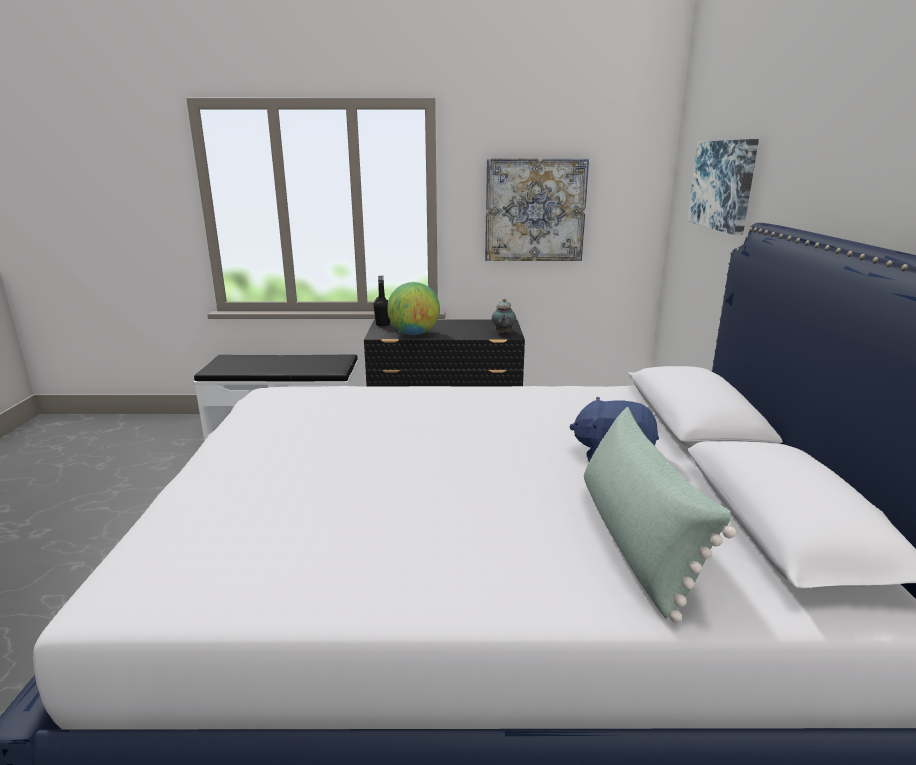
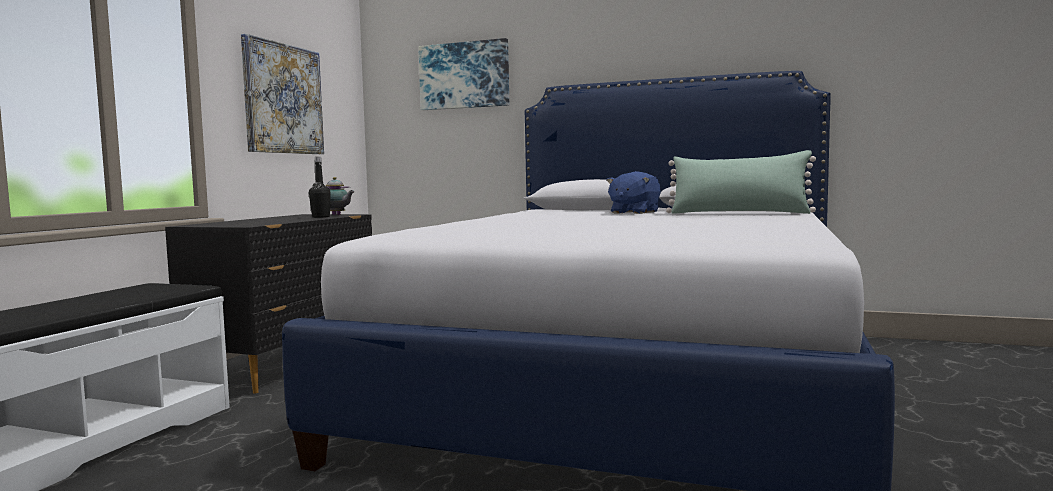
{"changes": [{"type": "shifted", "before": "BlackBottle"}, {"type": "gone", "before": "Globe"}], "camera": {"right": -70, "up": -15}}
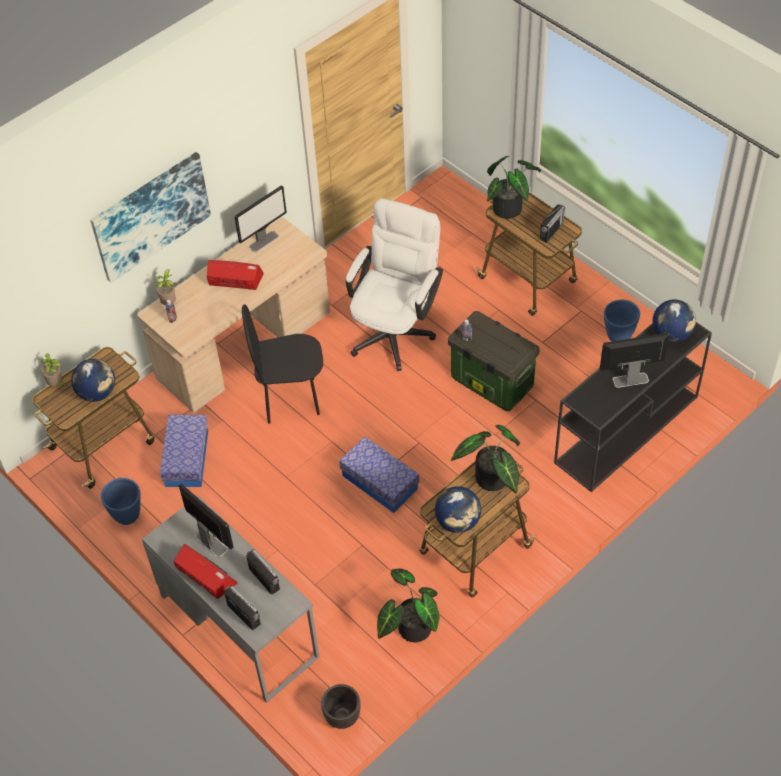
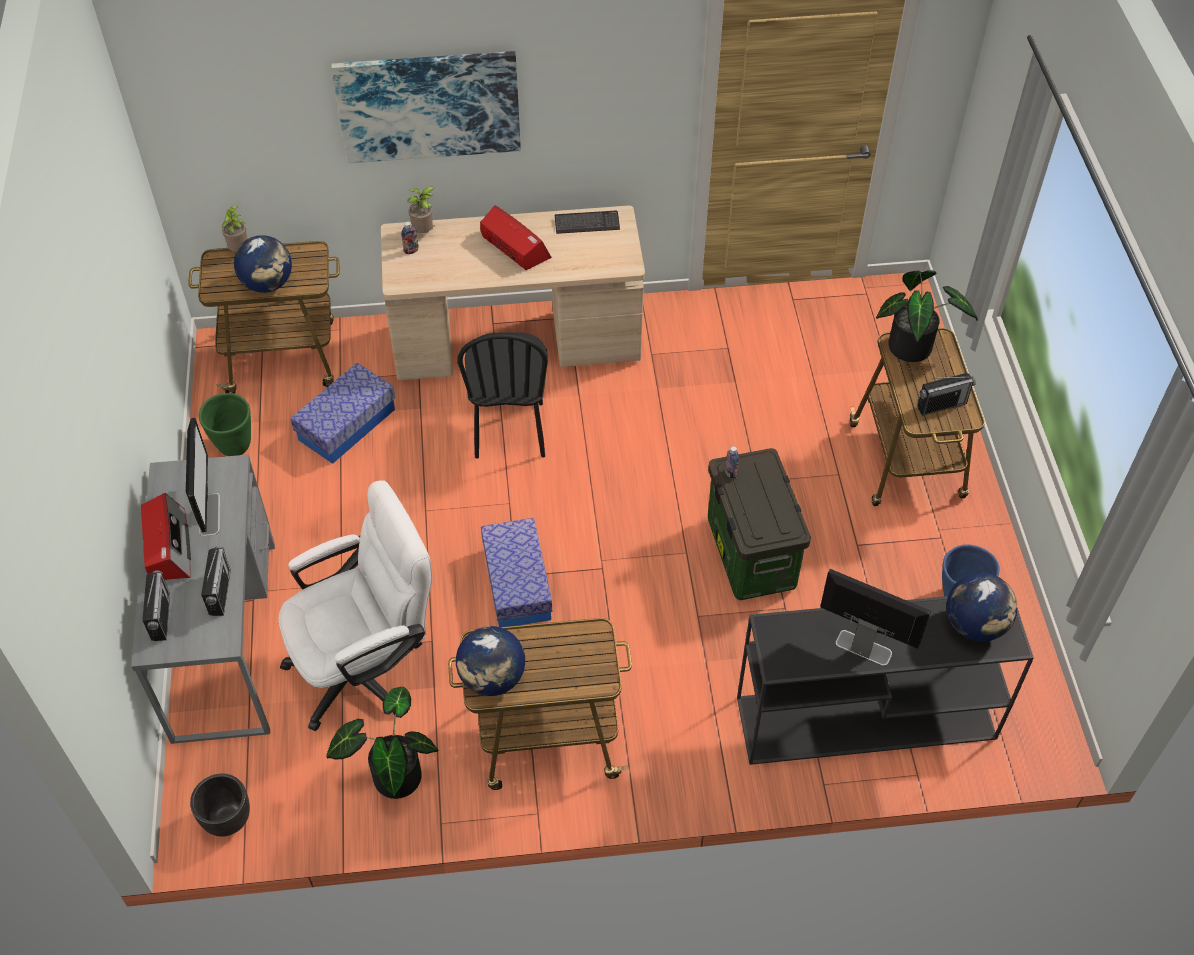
{"changes": [{"type": "repainted", "before": "BluePlanter (no. 1 from left)", "after": "GreenPlanter"}, {"type": "shifted", "before": "WhiteOfficeChair"}, {"type": "rotated", "before": "BlackChair", "turn": -120}, {"type": "swapped", "before": "Monitor (no. 2 from left)", "after": "Keyboard"}, {"type": "gone", "before": "PottedPlant (no. 4 from left)"}], "camera": {"right": 35, "up": 0}}
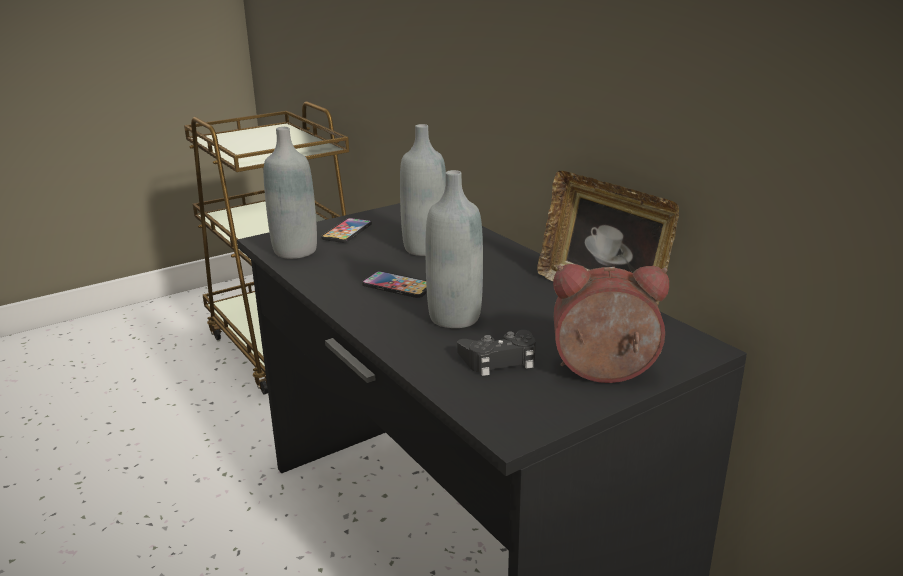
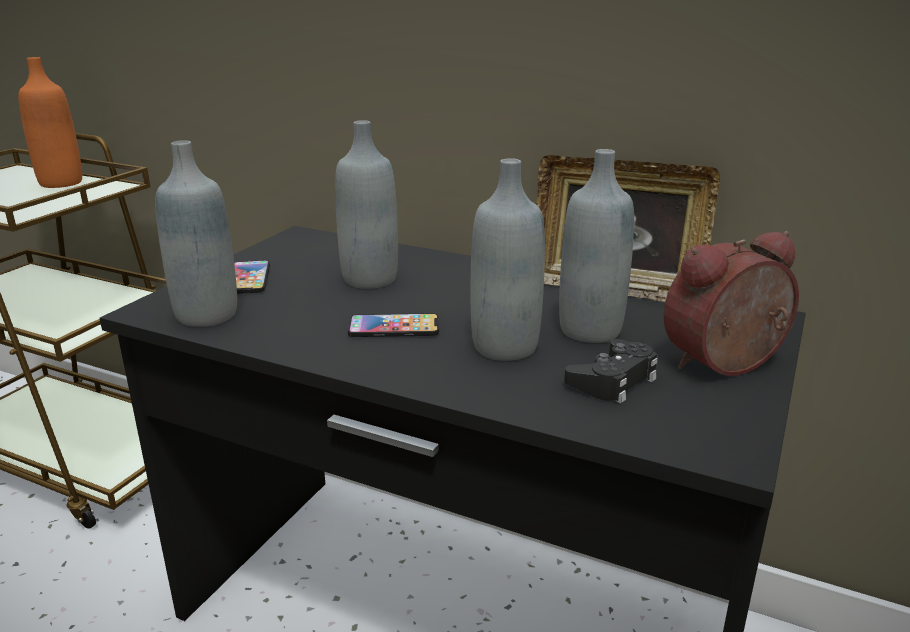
{"changes": [{"type": "new", "after": "OrangeBottle"}, {"type": "new", "after": "GreyBottle (no. 4 from left)"}], "camera": {"right": -30, "up": 0}}
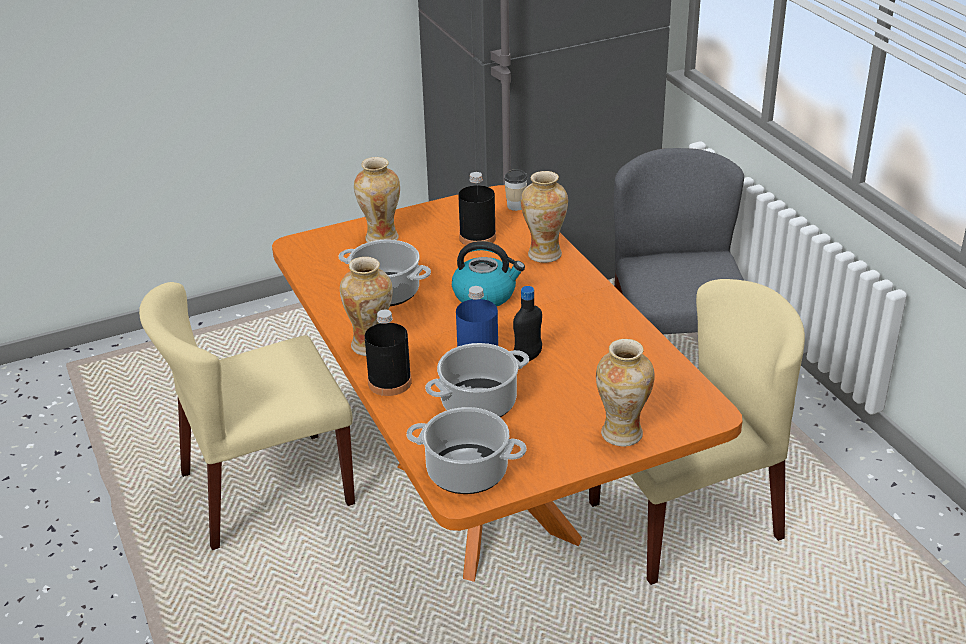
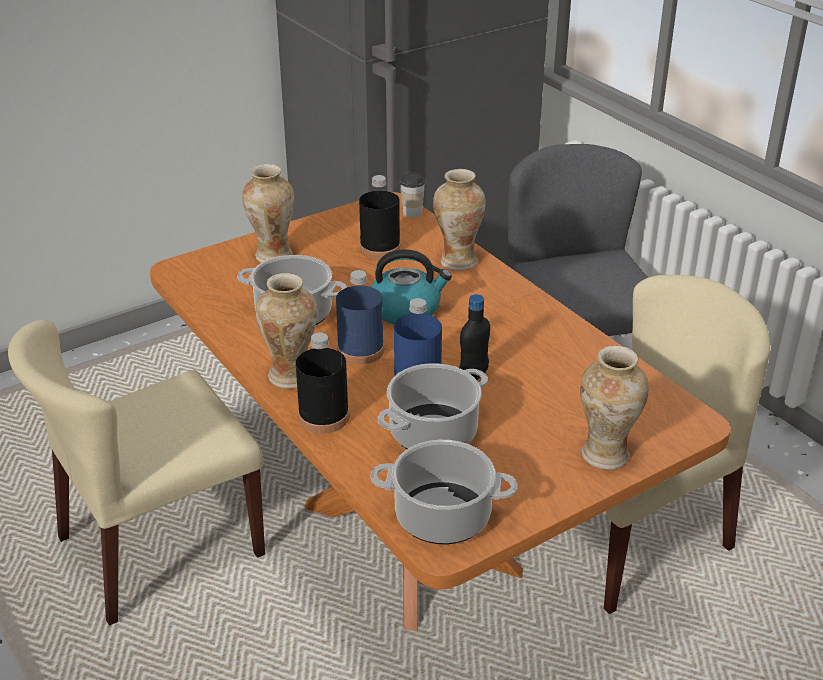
{"changes": [{"type": "new", "after": "BlueBottle (no. 1 from left)"}], "camera": {"right": -10, "up": 0}}
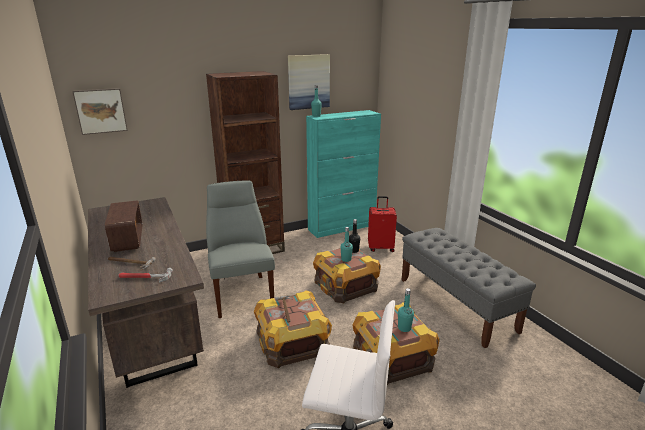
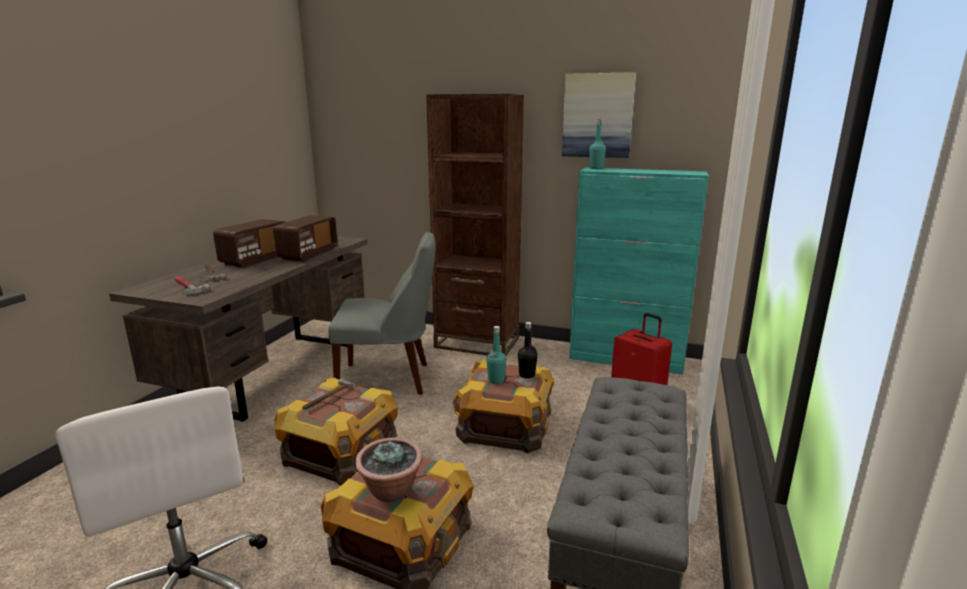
{"changes": [{"type": "new", "after": "Radio (no. 2 from left)"}, {"type": "rotated", "before": "GreyChair", "turn": 60}, {"type": "swapped", "before": "TurquoiseBottle (no. 3 from left)", "after": "PottedPlant"}, {"type": "gone", "before": "Picture (no. 1 from left)"}], "camera": {"right": 45, "up": -5}}
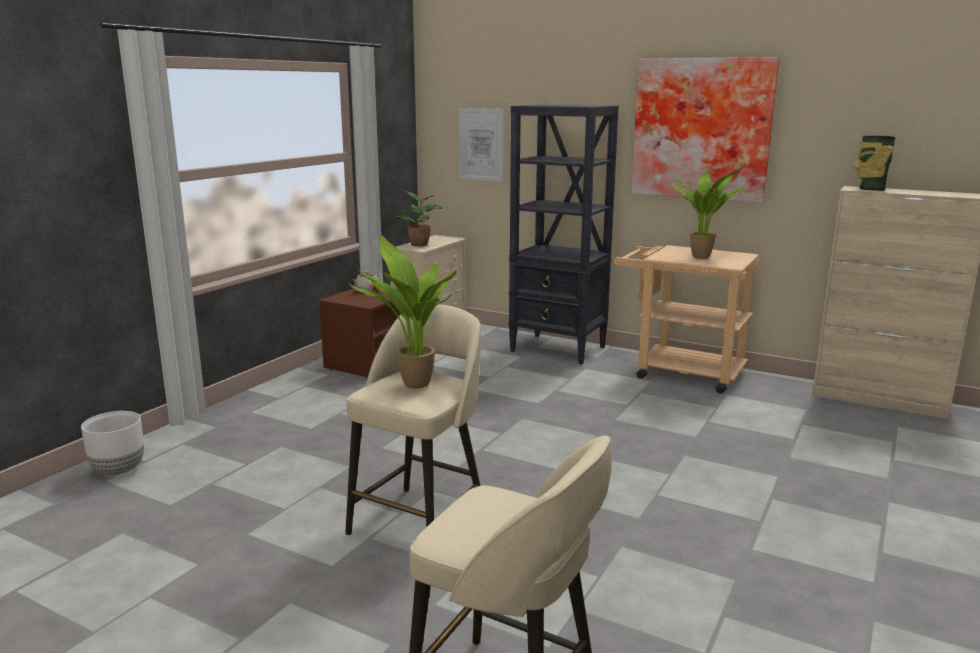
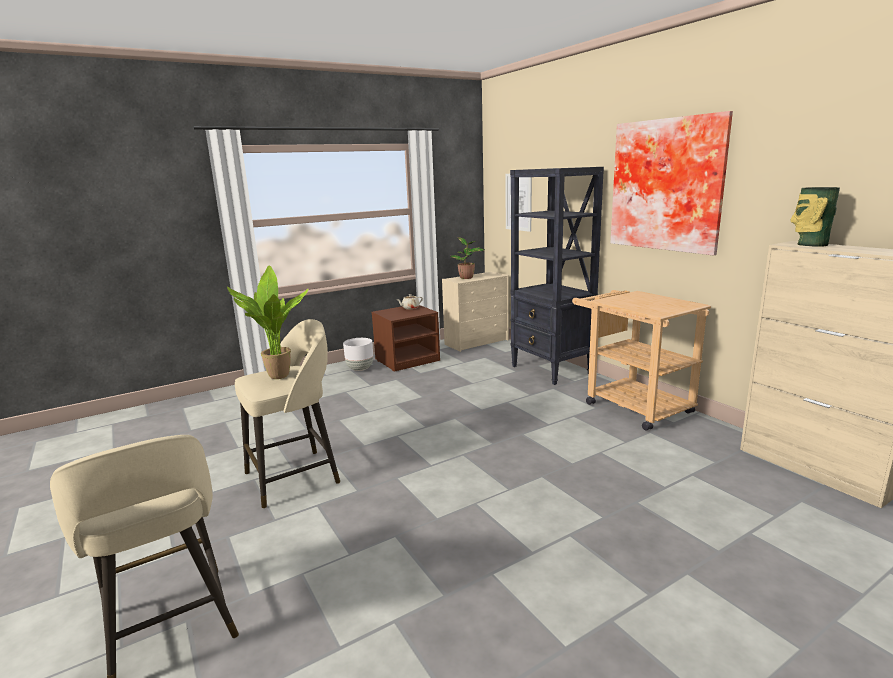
{"changes": [{"type": "shifted", "before": "WhitePlanter"}, {"type": "gone", "before": "PottedPlant (no. 3 from left)"}], "camera": {"right": 30, "up": 0}}
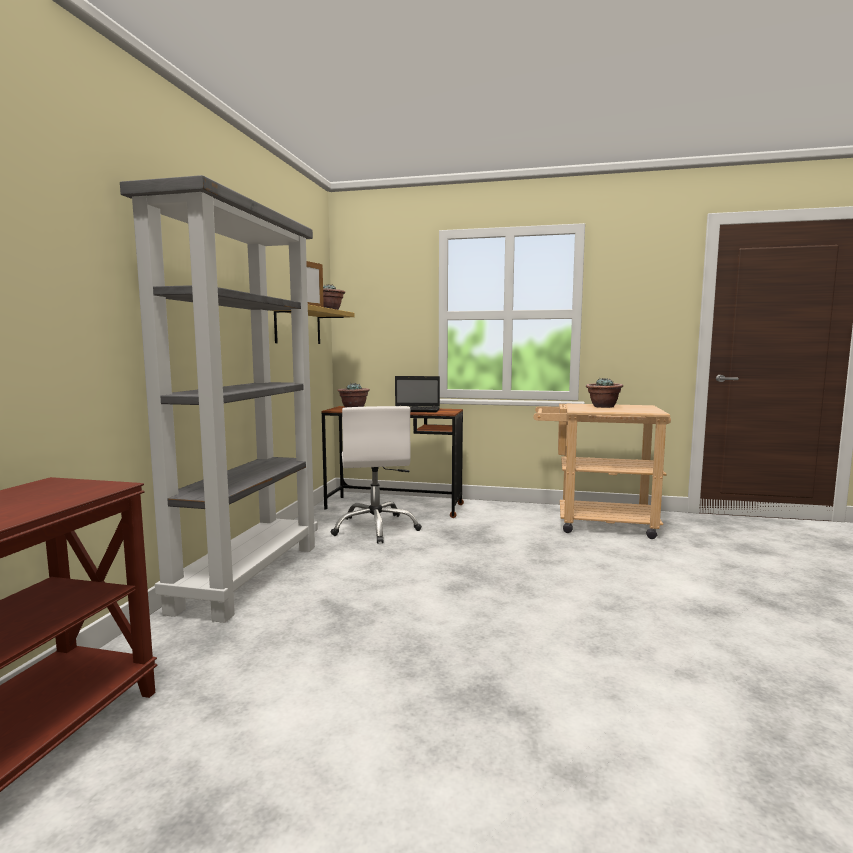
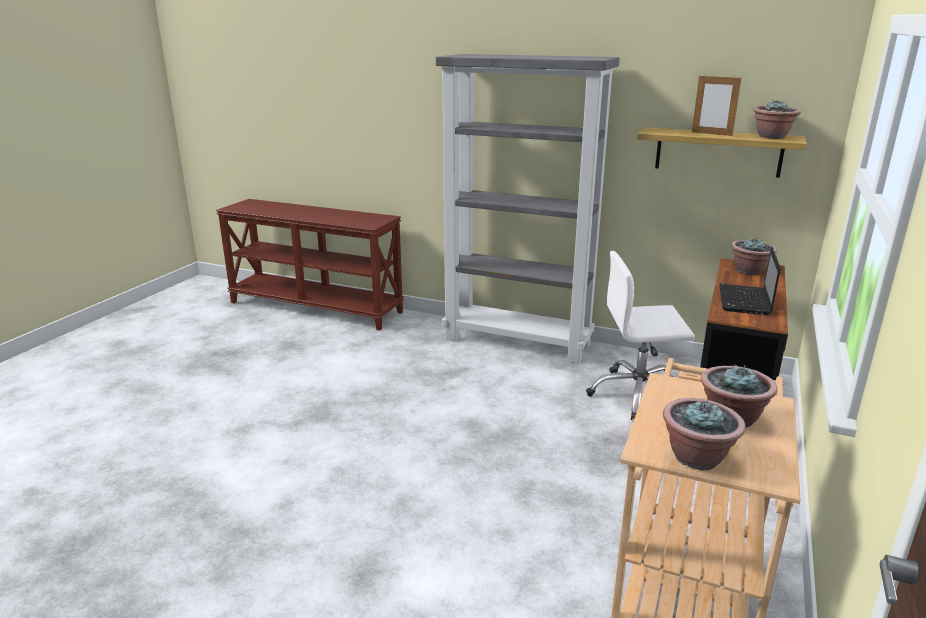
{"changes": [{"type": "new", "after": "PottedPlant (no. 1 from left)"}], "camera": {"right": 100, "up": 15}}
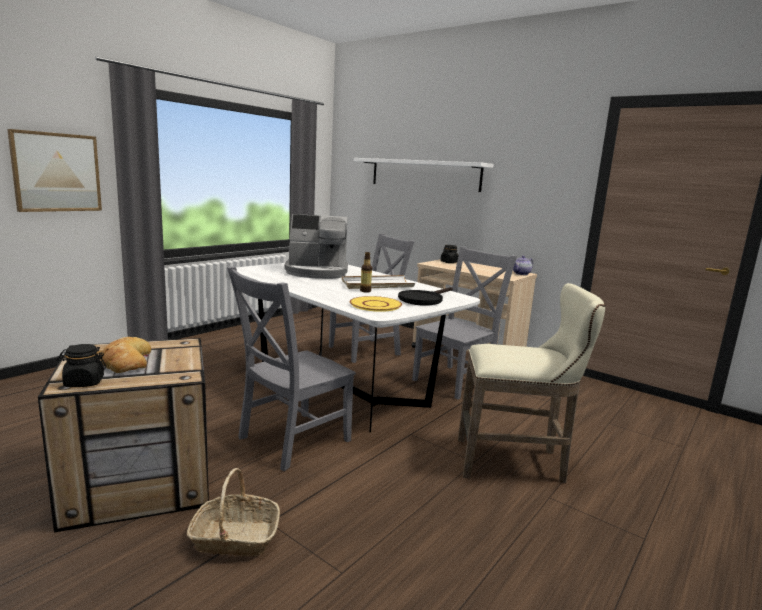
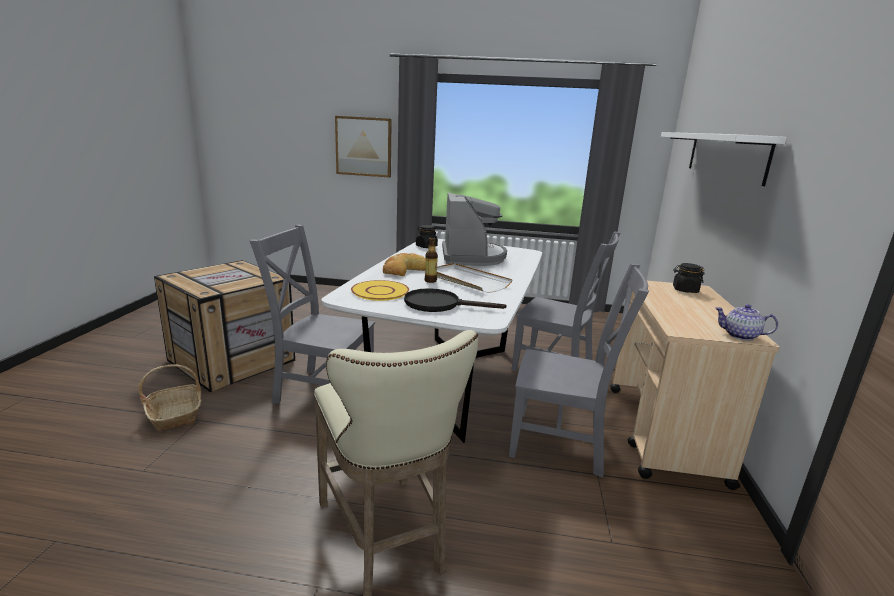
{"changes": [{"type": "shifted", "before": "Bread"}, {"type": "shifted", "before": "BlackJar (no. 1 from left)"}, {"type": "rotated", "before": "CoffeeMachine", "turn": -150}], "camera": {"right": 60, "up": 5}}
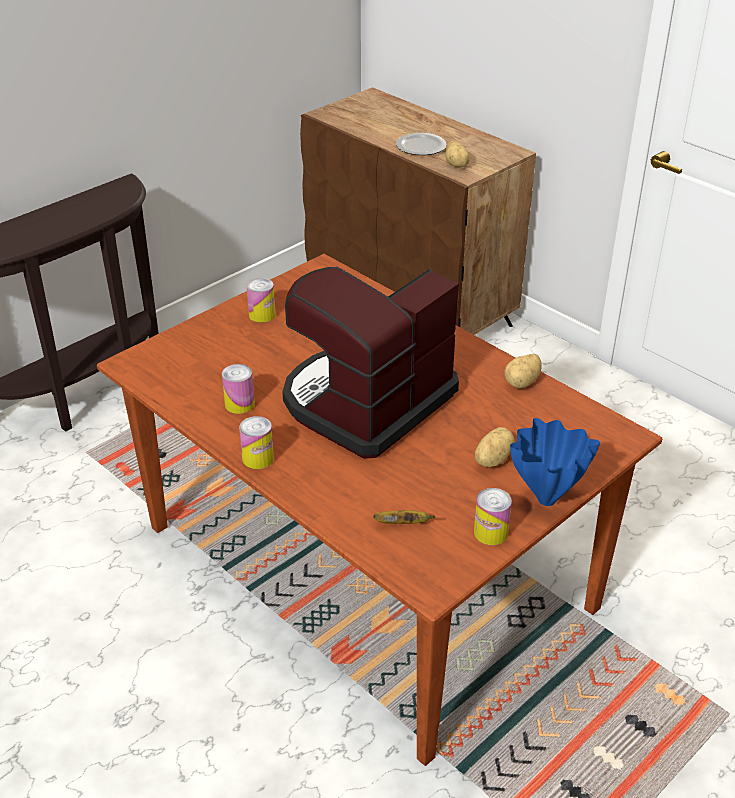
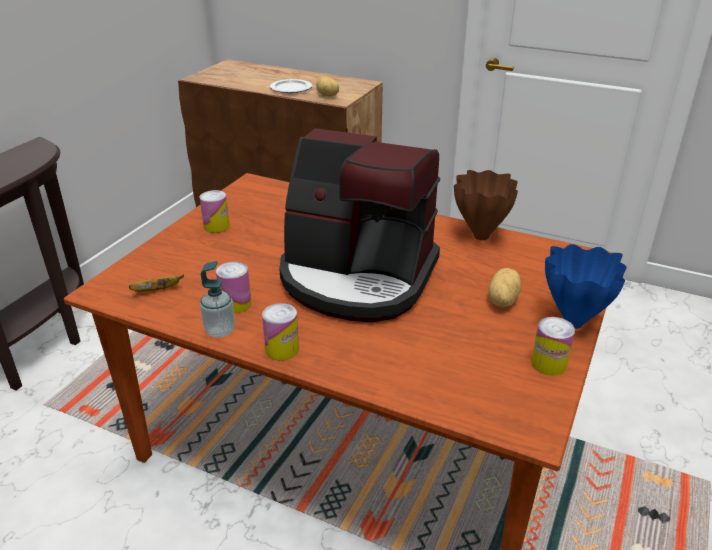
{"changes": [{"type": "shifted", "before": "Banana"}, {"type": "new", "after": "SoapDispenser"}, {"type": "rotated", "before": "CoffeeMachine", "turn": -90}, {"type": "swapped", "before": "Potato (no. 3 from left)", "after": "BrownVase"}], "camera": {"right": -20, "up": -5}}
